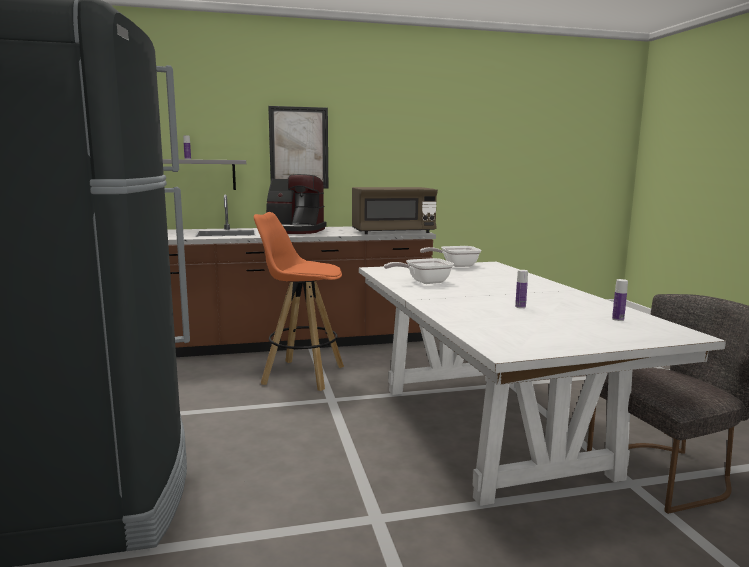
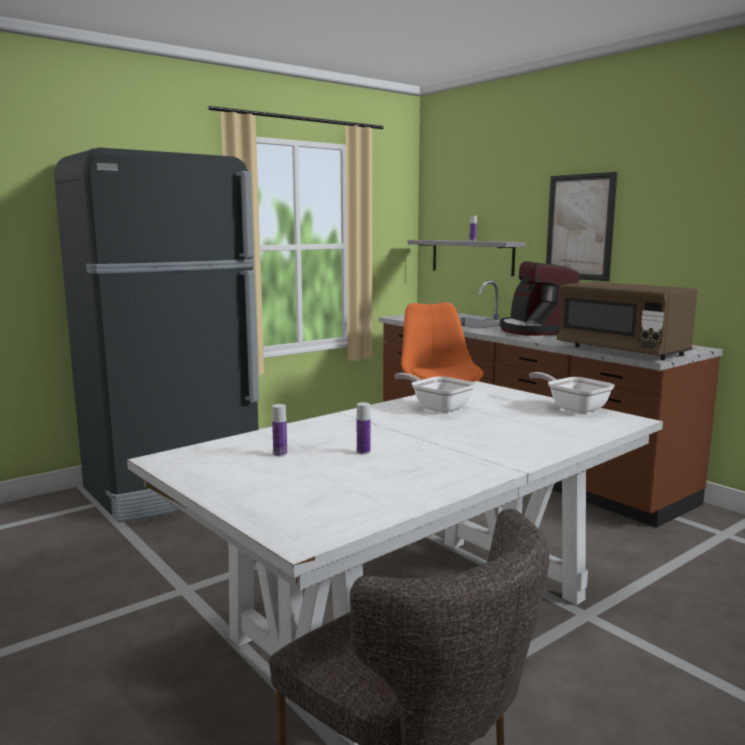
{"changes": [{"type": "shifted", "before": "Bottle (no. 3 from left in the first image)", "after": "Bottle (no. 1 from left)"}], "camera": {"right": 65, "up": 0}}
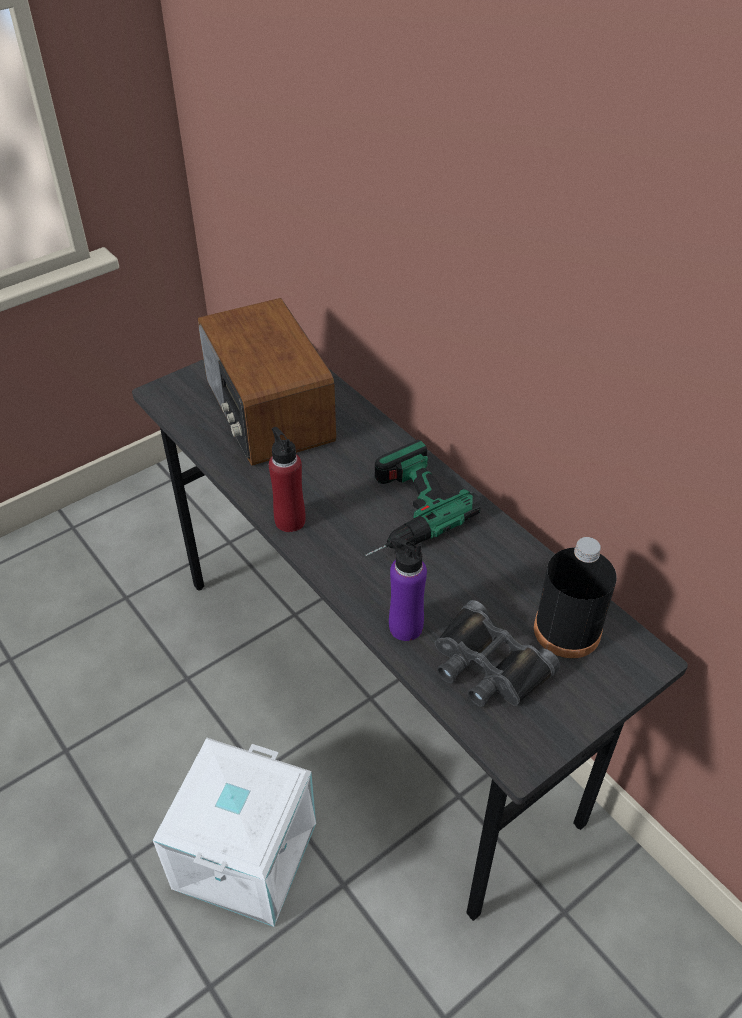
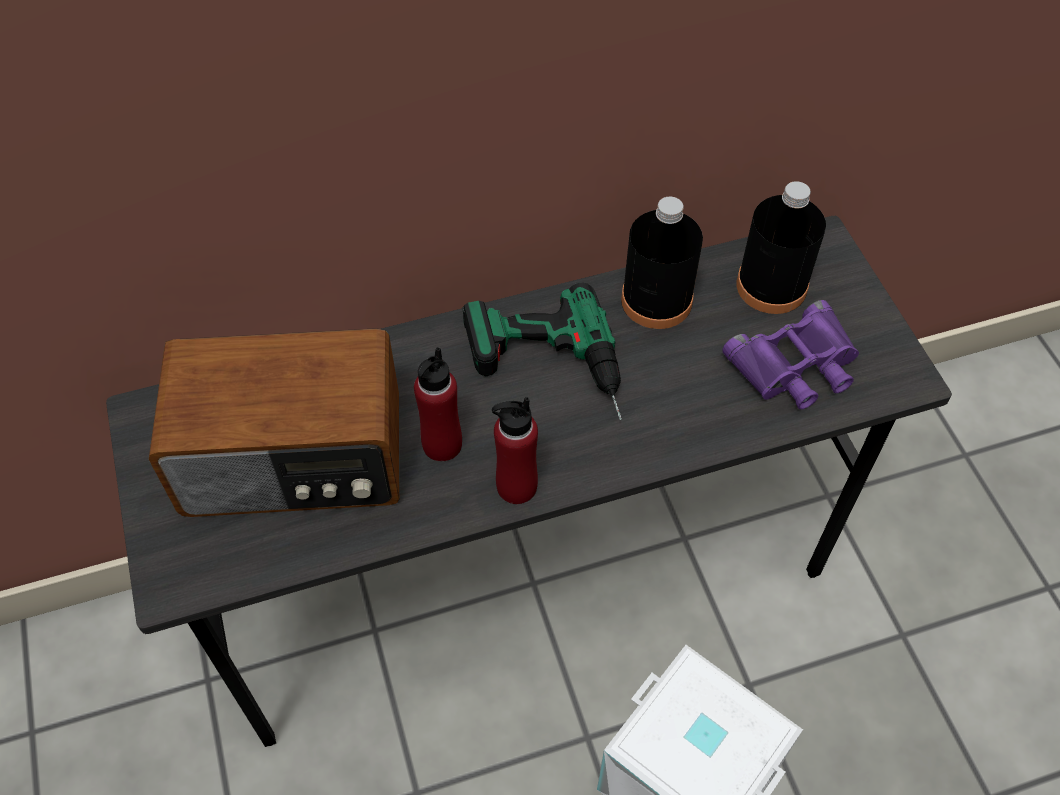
{"changes": [{"type": "new", "after": "RedBottle (no. 1 from left)"}, {"type": "new", "after": "BlackBottle (no. 1 from left)"}, {"type": "repainted", "before": "BlackBinoculars", "after": "PurpleBinoculars"}, {"type": "gone", "before": "PurpleBottle"}], "camera": {"right": -70, "up": 10}}
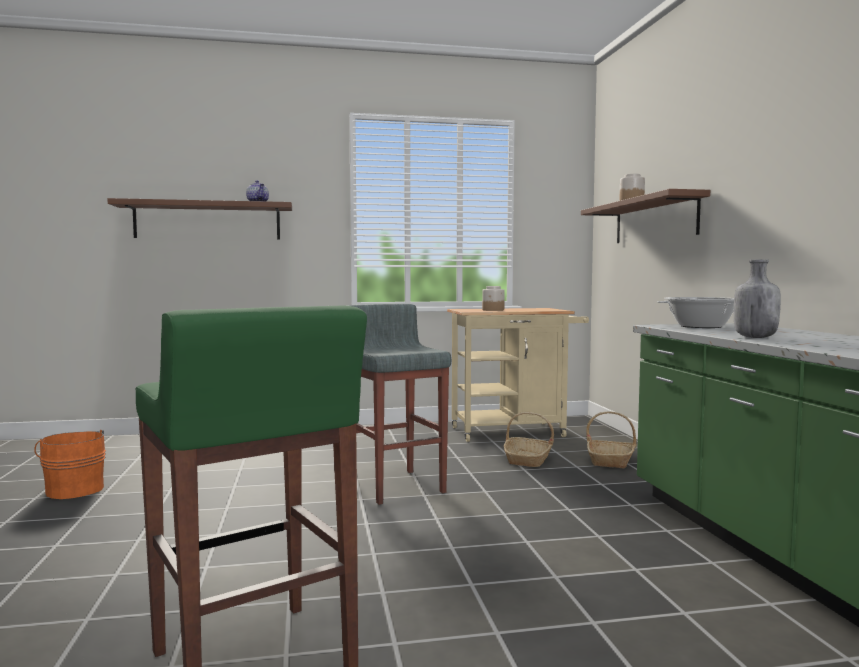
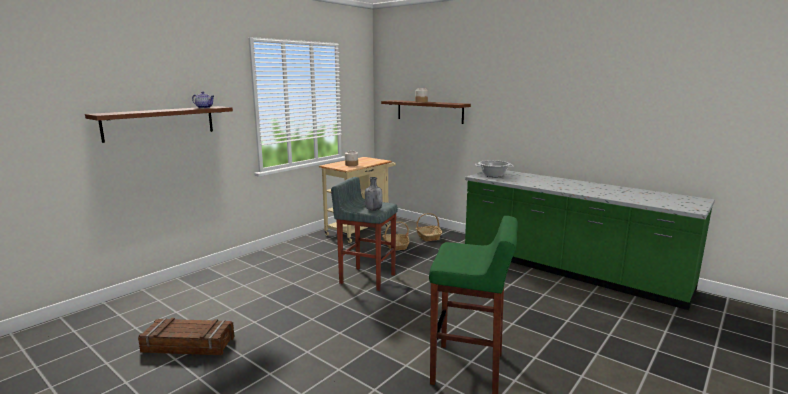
{"changes": [{"type": "swapped", "before": "OrangeBucket", "after": "Crate"}, {"type": "shifted", "before": "GreyBottle"}], "camera": {"right": -40, "up": 10}}
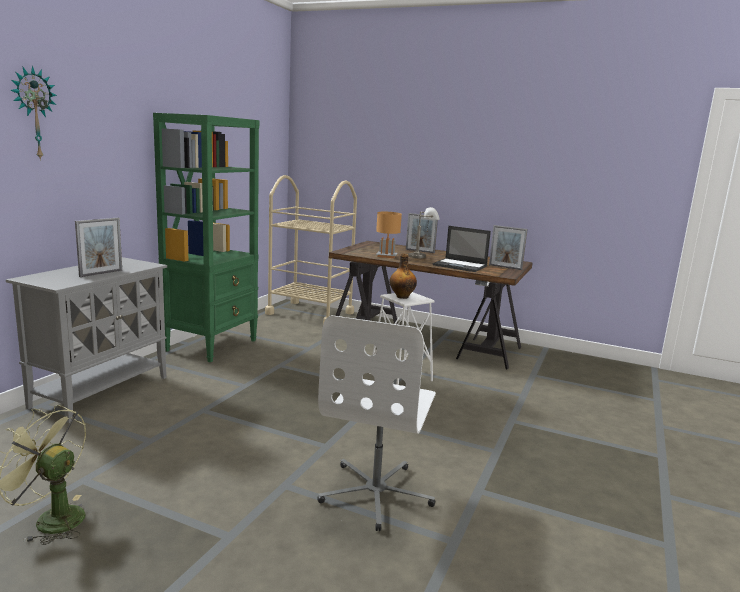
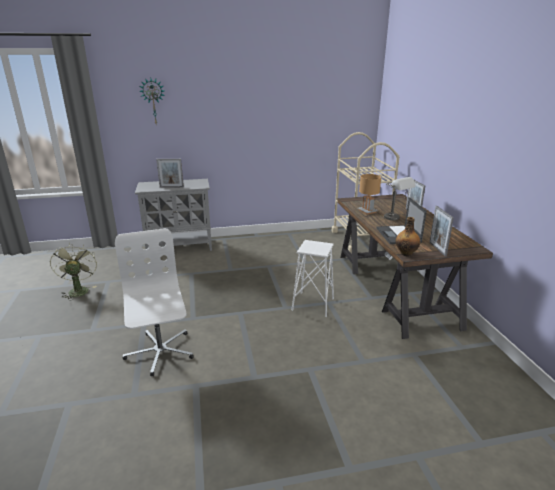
{"changes": [{"type": "rotated", "before": "WhiteOfficeChair", "turn": 90}, {"type": "shifted", "before": "Bottle"}, {"type": "gone", "before": "GreenBookcase"}], "camera": {"right": 55, "up": 10}}
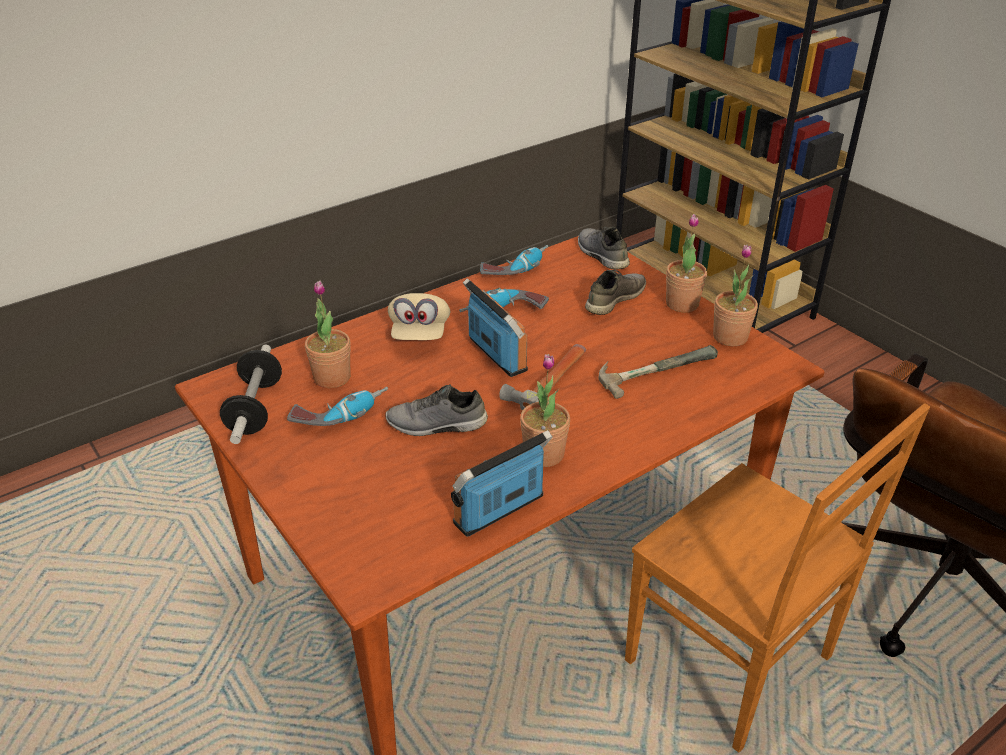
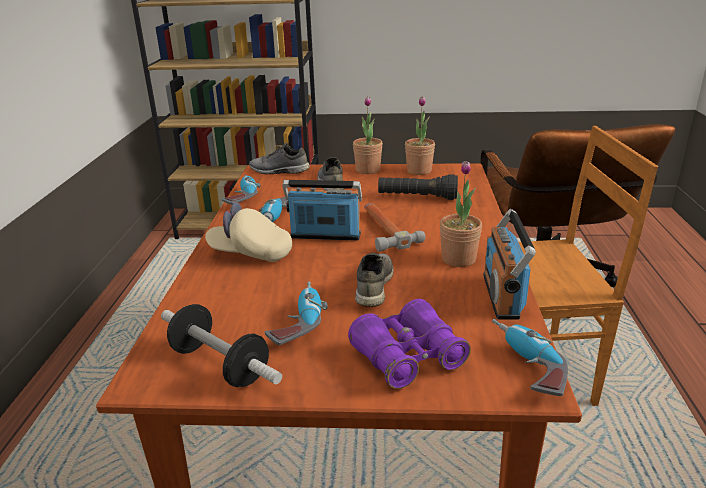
{"changes": [{"type": "rotated", "before": "BeigeCap", "turn": 150}, {"type": "new", "after": "PurpleBinoculars"}, {"type": "rotated", "before": "GreyShoe (no. 1 from left in the first image)", "turn": 150}, {"type": "swapped", "before": "Hammer (no. 2 from left)", "after": "BlackFlashlight"}, {"type": "new", "after": "PowerDrill (no. 4 from left)"}, {"type": "gone", "before": "PottedPlant (no. 1 from left)"}], "camera": {"right": -50, "up": -10}}
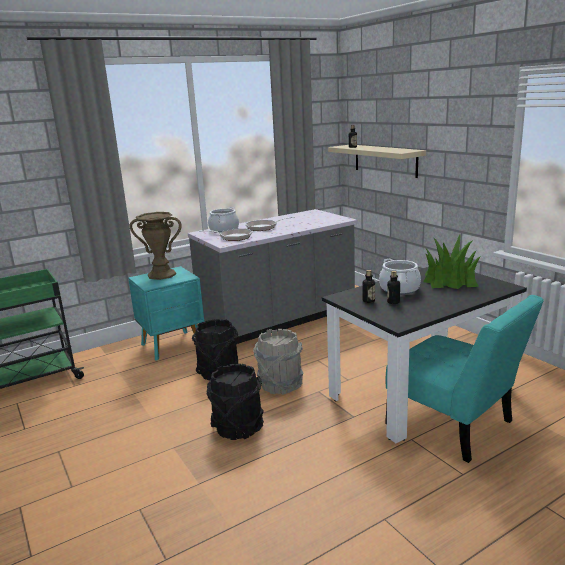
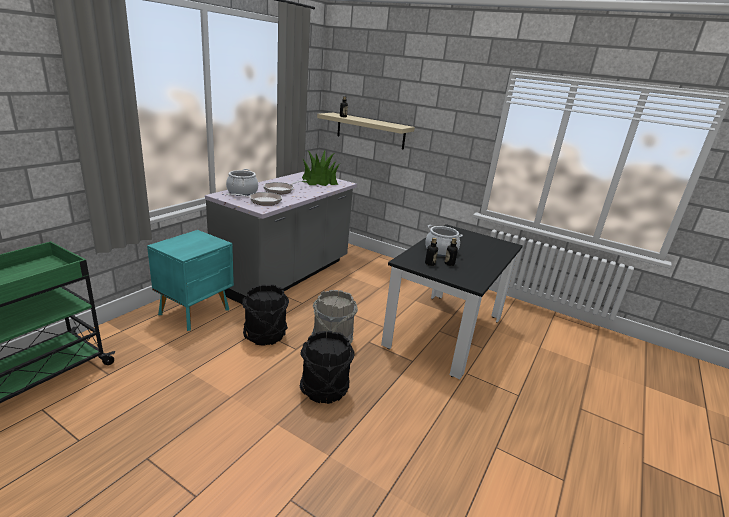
{"changes": [{"type": "shifted", "before": "PottedPlant"}, {"type": "gone", "before": "BrownVase"}, {"type": "gone", "before": "TurquoiseChair"}], "camera": {"right": -30, "up": 5}}
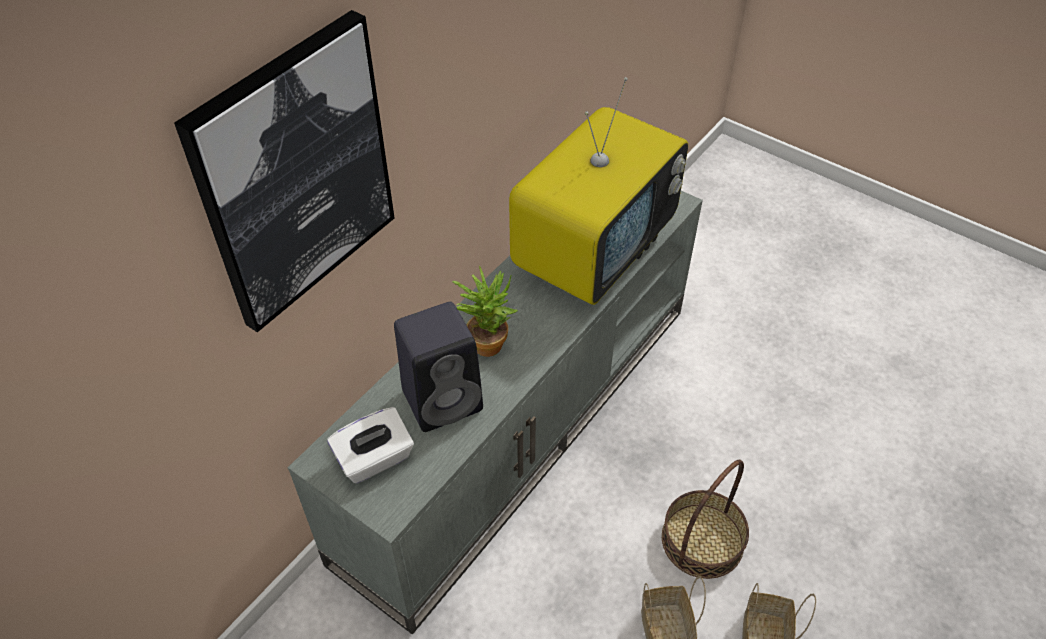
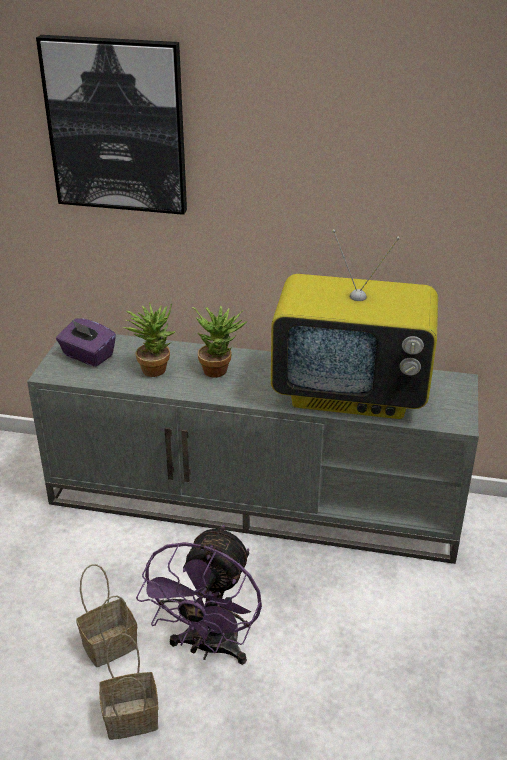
{"changes": [{"type": "repainted", "before": "WhiteTissueBox", "after": "PurpleTissueBox"}, {"type": "swapped", "before": "BlackSpeaker", "after": "PottedPlant (no. 1 from left)"}, {"type": "swapped", "before": "Basket (no. 2 from left)", "after": "PurpleFan"}], "camera": {"right": 65, "up": -15}}
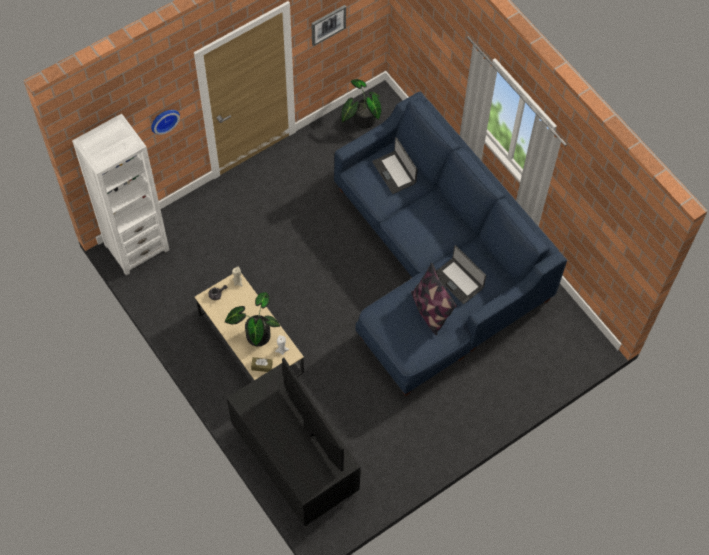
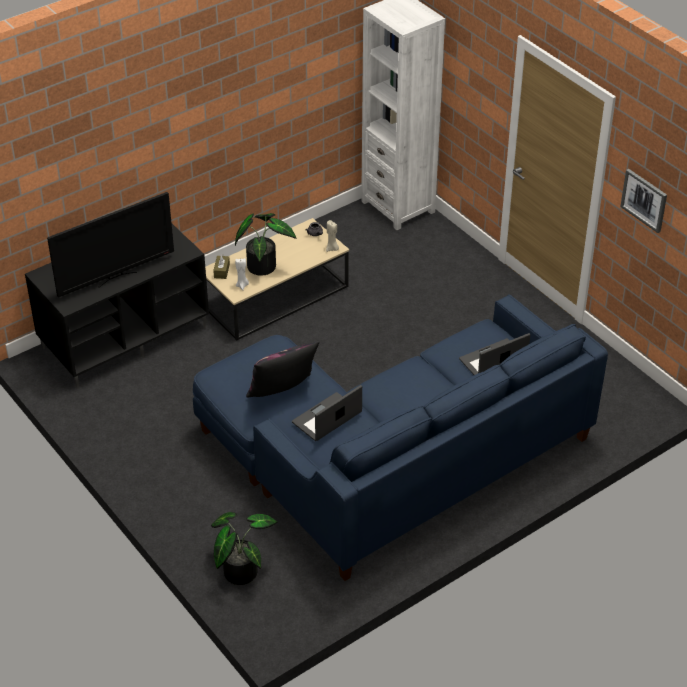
{"changes": [{"type": "shifted", "before": "PottedPlant (no. 2 from left in the first image)", "after": "PottedPlant (no. 1 from left)"}, {"type": "gone", "before": "WallClock"}], "camera": {"right": 90, "up": -20}}
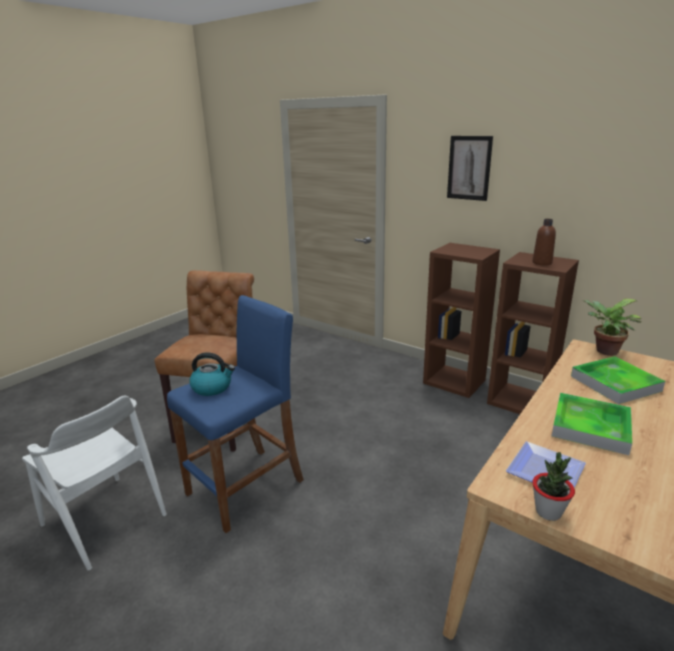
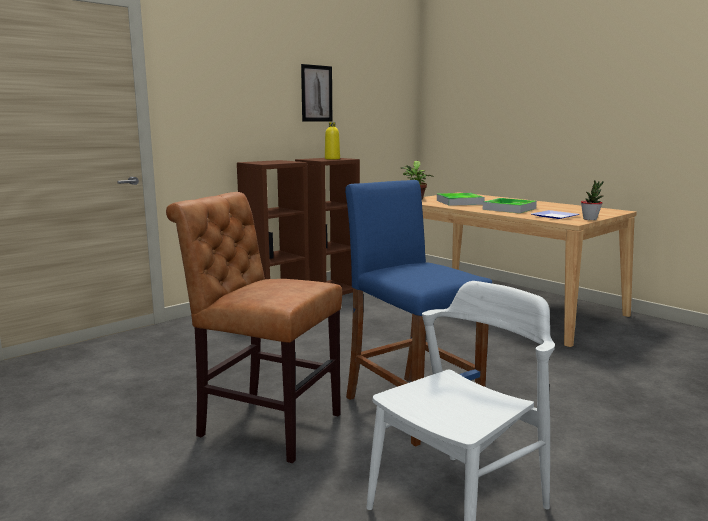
{"changes": [{"type": "shifted", "before": "Picture"}, {"type": "repainted", "before": "BrownBottle", "after": "YellowBottle"}, {"type": "gone", "before": "Kettle"}], "camera": {"right": -80, "up": -10}}
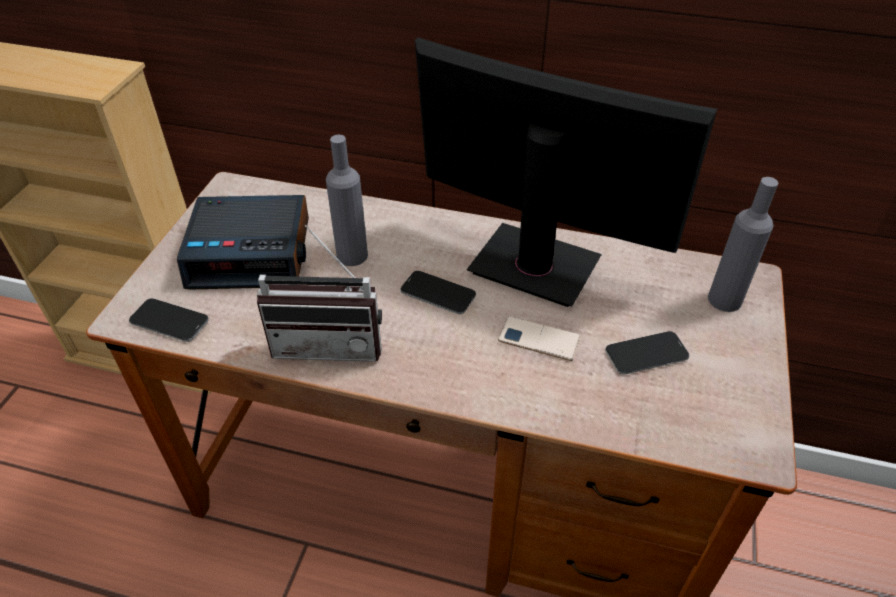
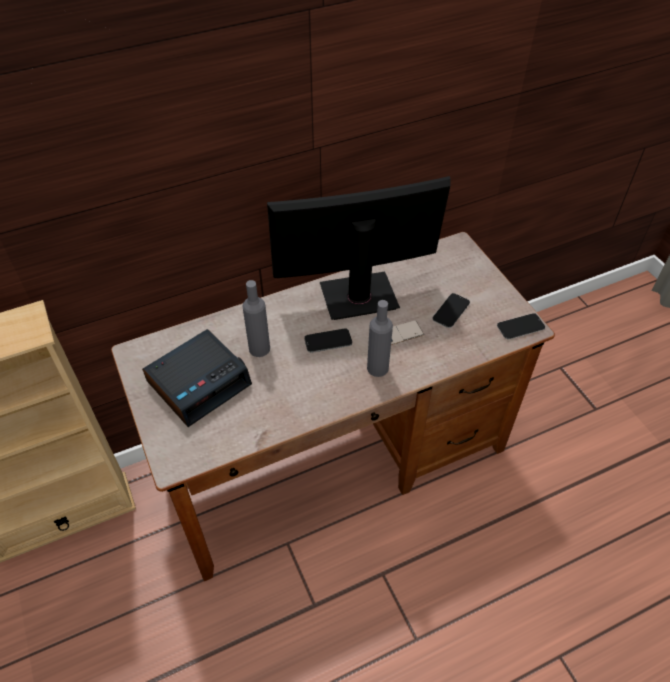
{"changes": [{"type": "shifted", "before": "GreyBottle (no. 2 from left)"}, {"type": "shifted", "before": "Phone (no. 1 from left in the first image)", "after": "Phone (no. 4 from left)"}, {"type": "gone", "before": "Radio"}], "camera": {"right": -40, "up": 5}}
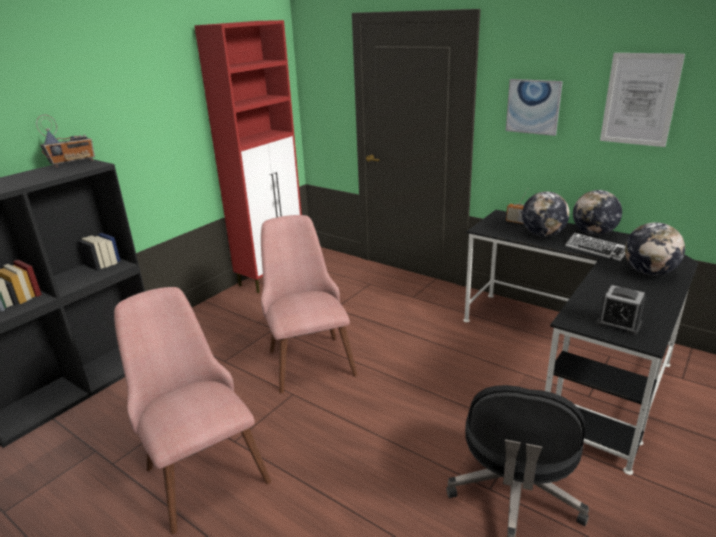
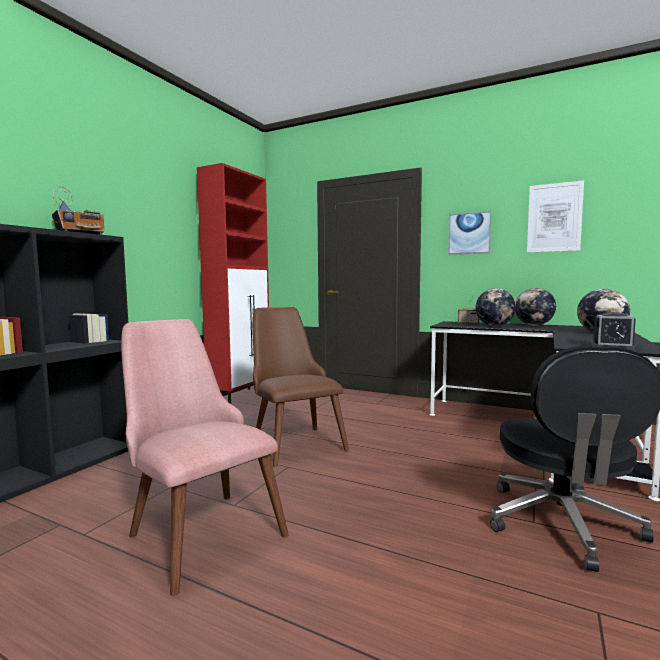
{"changes": [{"type": "repainted", "before": "PinkChair (no. 2 from left)", "after": "BrownChair"}, {"type": "gone", "before": "Keyboard"}], "camera": {"right": -10, "up": -20}}
